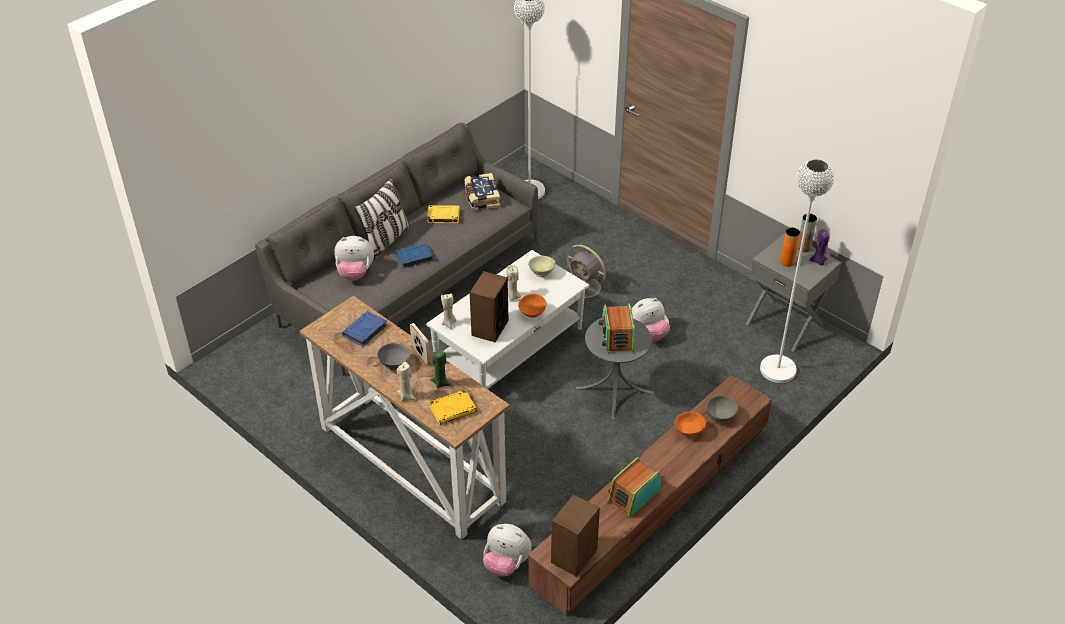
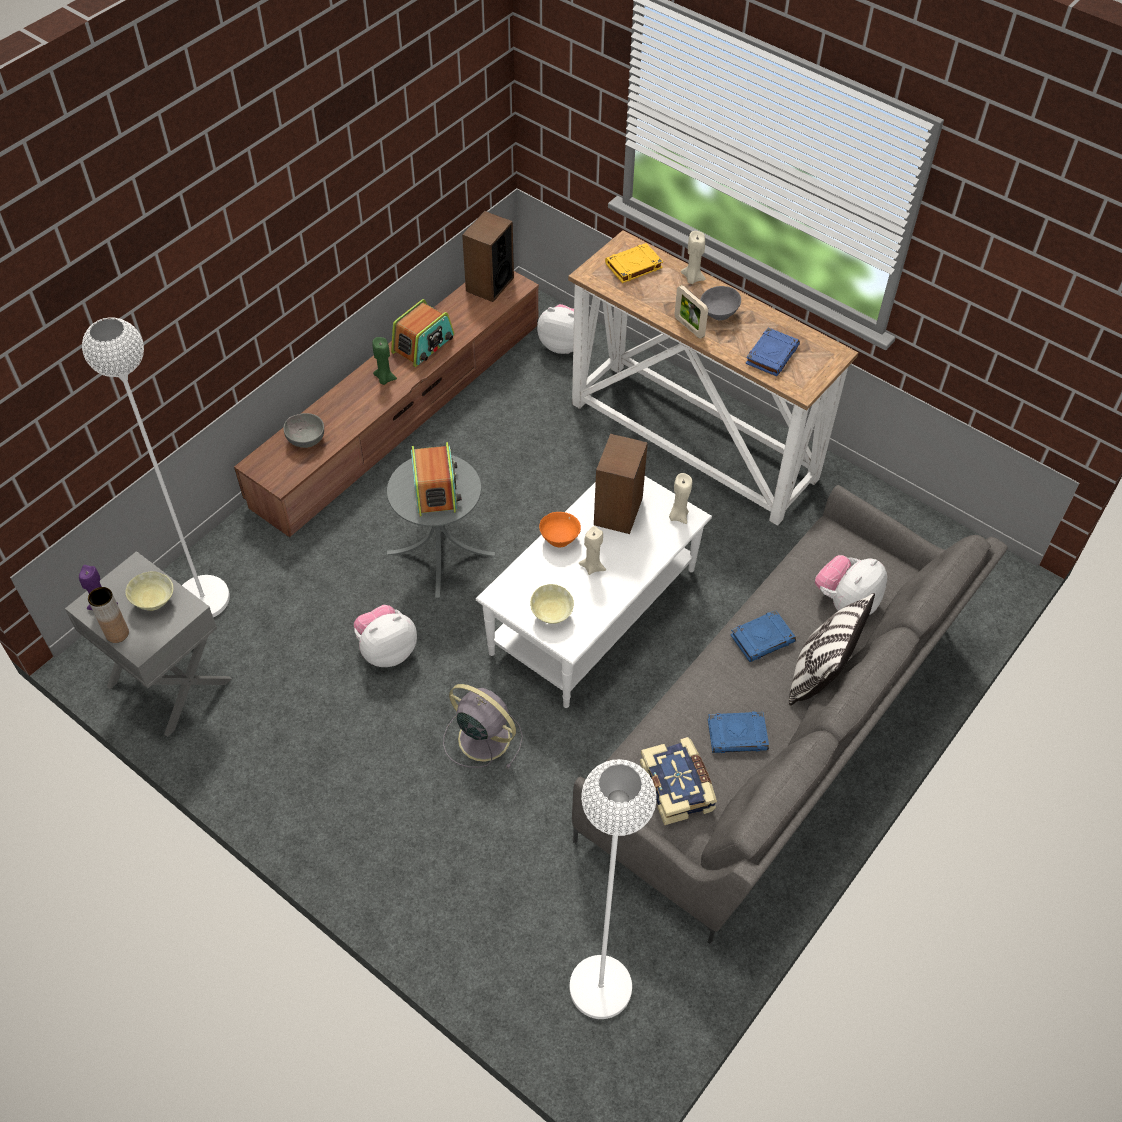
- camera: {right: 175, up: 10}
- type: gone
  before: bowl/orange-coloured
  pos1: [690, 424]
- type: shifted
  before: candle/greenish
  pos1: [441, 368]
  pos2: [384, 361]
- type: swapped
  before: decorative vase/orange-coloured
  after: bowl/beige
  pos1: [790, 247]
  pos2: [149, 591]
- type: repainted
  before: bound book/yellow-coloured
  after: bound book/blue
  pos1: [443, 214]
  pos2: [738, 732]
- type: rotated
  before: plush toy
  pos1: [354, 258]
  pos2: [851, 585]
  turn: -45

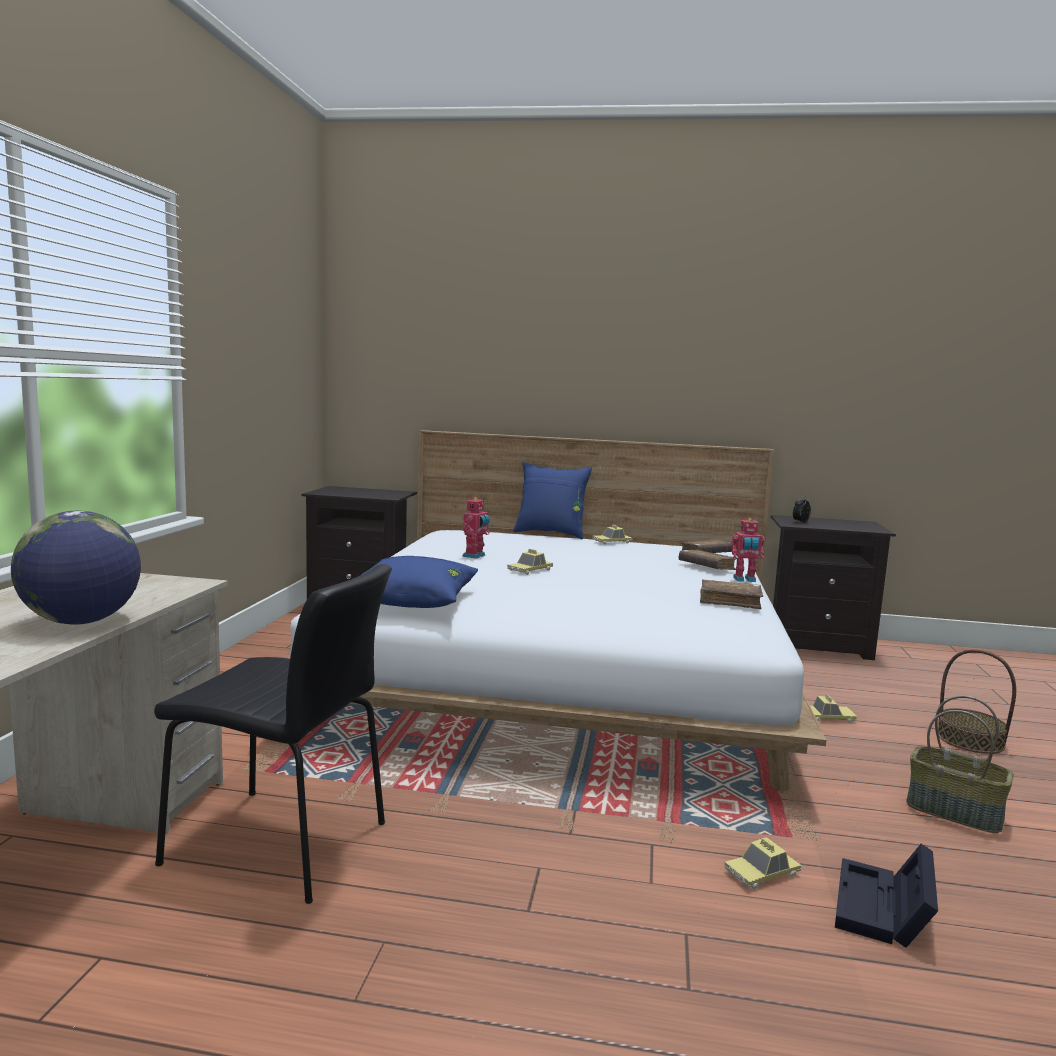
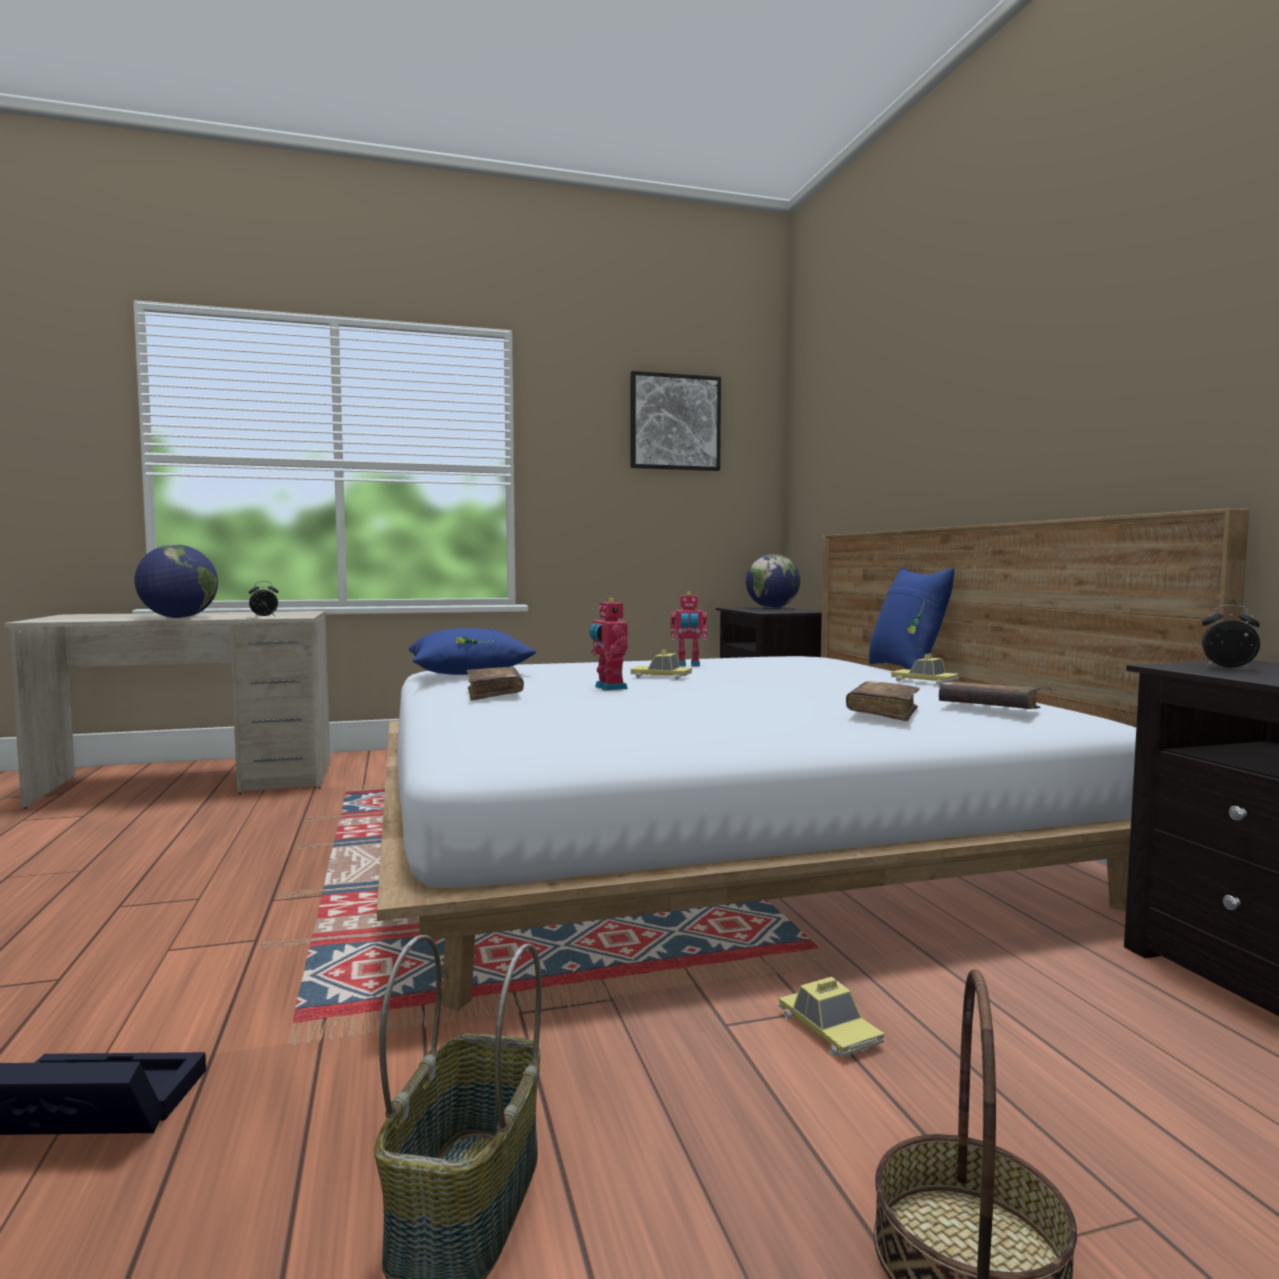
- camera: {right: 65, up: -5}
- type: gone
  before: upright chair/black-coloured
  pos1: [273, 734]
- type: gone
  before: toy car
  pos1: [763, 863]
- type: new
  after: bedside clock
  pos2: [263, 599]
- type: new
  after: wall art
  pos2: [676, 421]
- type: new
  after: desk globe
  pos2: [773, 581]
- type: shifted
  before: bound book/brown
  pos1: [731, 594]
  pos2: [495, 684]
- type: shifted
  before: robot figure
  pos1: [748, 550]
  pos2: [609, 644]

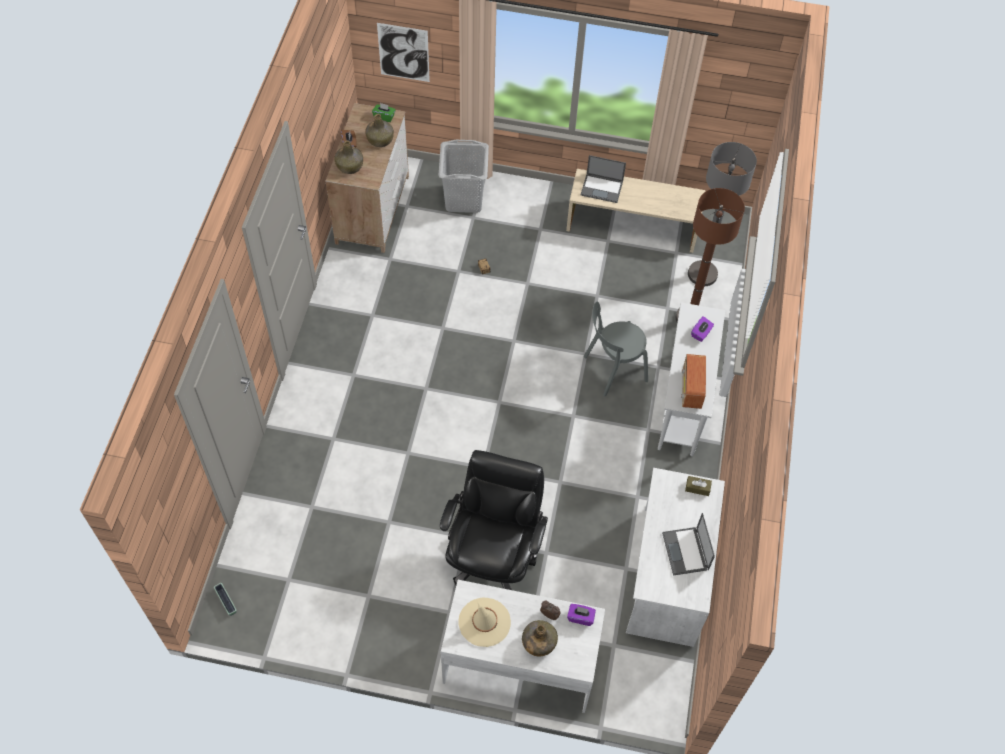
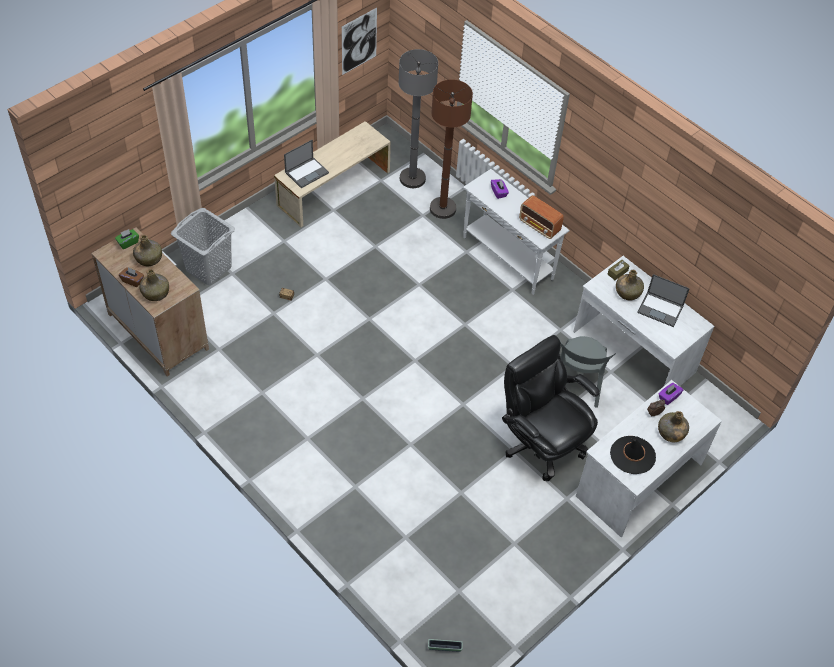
- camera: {right: -55, up: -5}
- type: new
  after: bottle/greenish
  pos2: [630, 285]
- type: shifted
  before: wall art
  pos1: [403, 52]
  pos2: [359, 41]
- type: shifted
  before: upright chair/grey
  pos1: [616, 349]
  pos2: [588, 372]
- type: repainted
  before: hat/beige
  after: hat/black-coloured
  pos1: [484, 622]
  pos2: [633, 455]

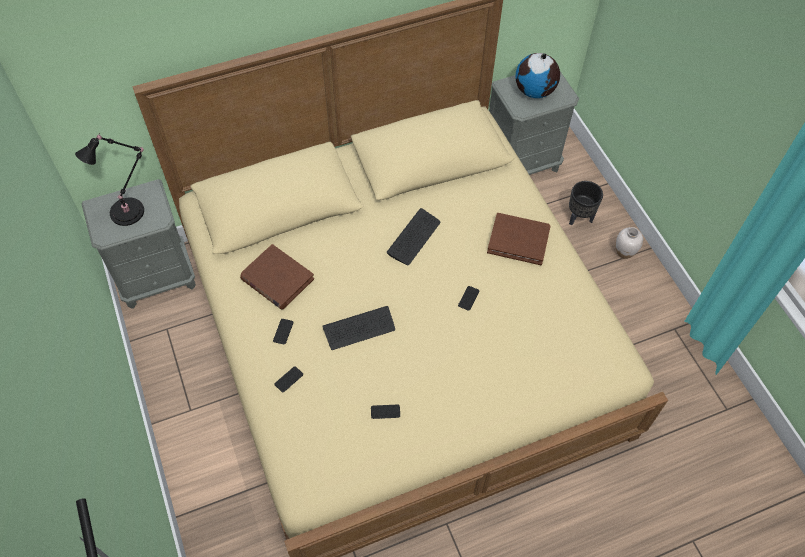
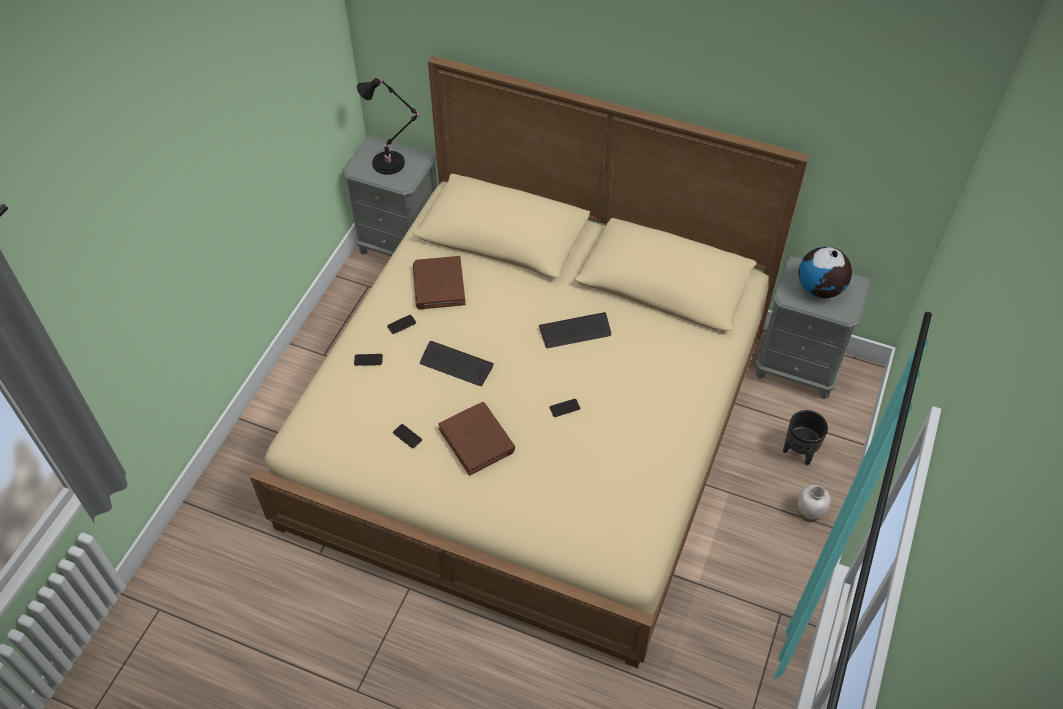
- camera: {right: 45, up: -5}
- type: shifted
  before: bound book/brown
  pos1: [519, 239]
  pos2: [476, 438]

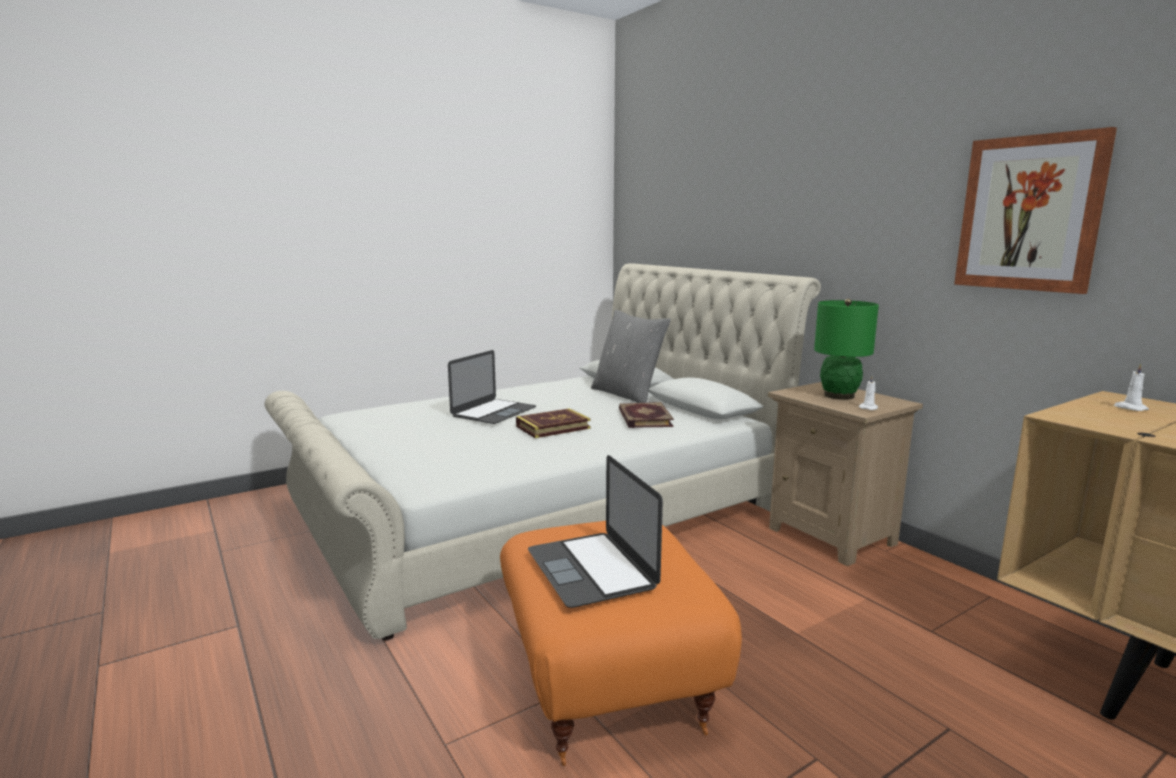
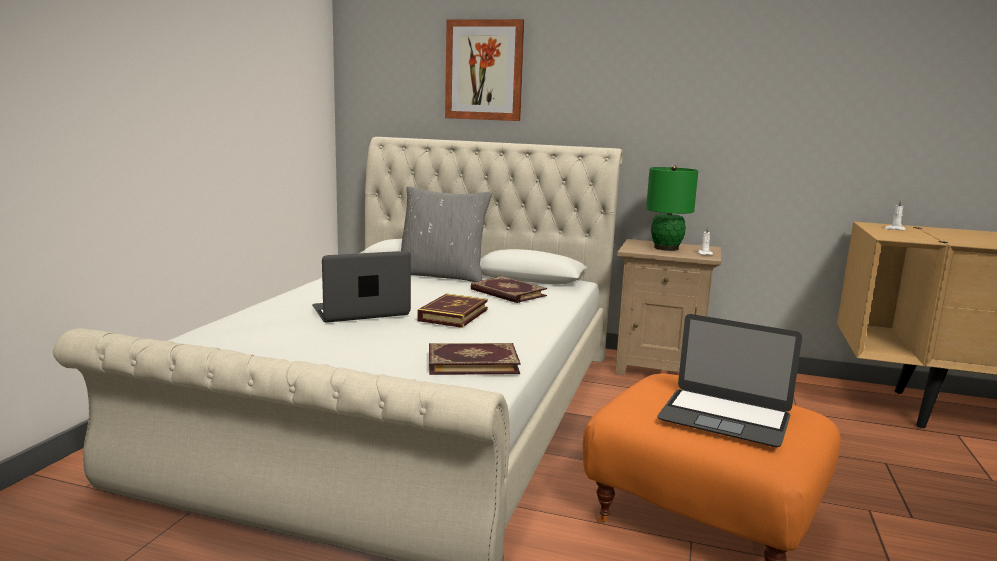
- camera: {right: -40, up: 0}
- type: new
  after: bound book
  pos2: [475, 359]
- type: shifted
  before: wall art
  pos1: [1035, 210]
  pos2: [484, 70]
- type: rotated
  before: portable computer
  pos1: [492, 387]
  pos2: [361, 287]
  turn: -105

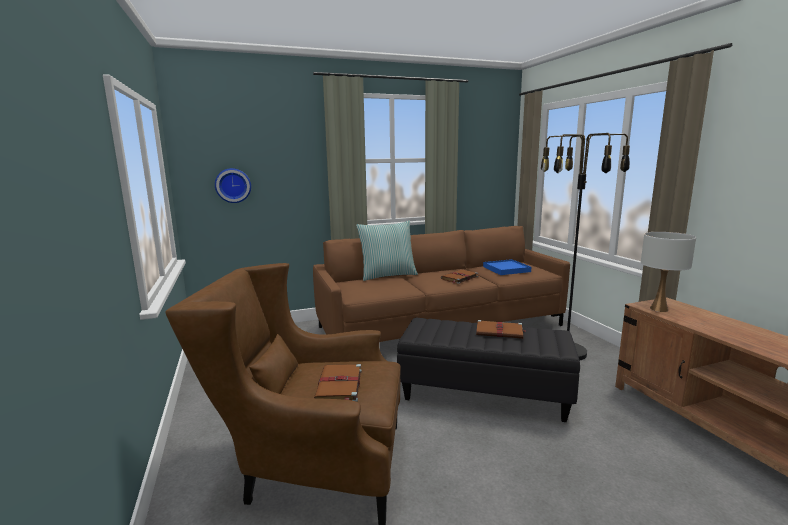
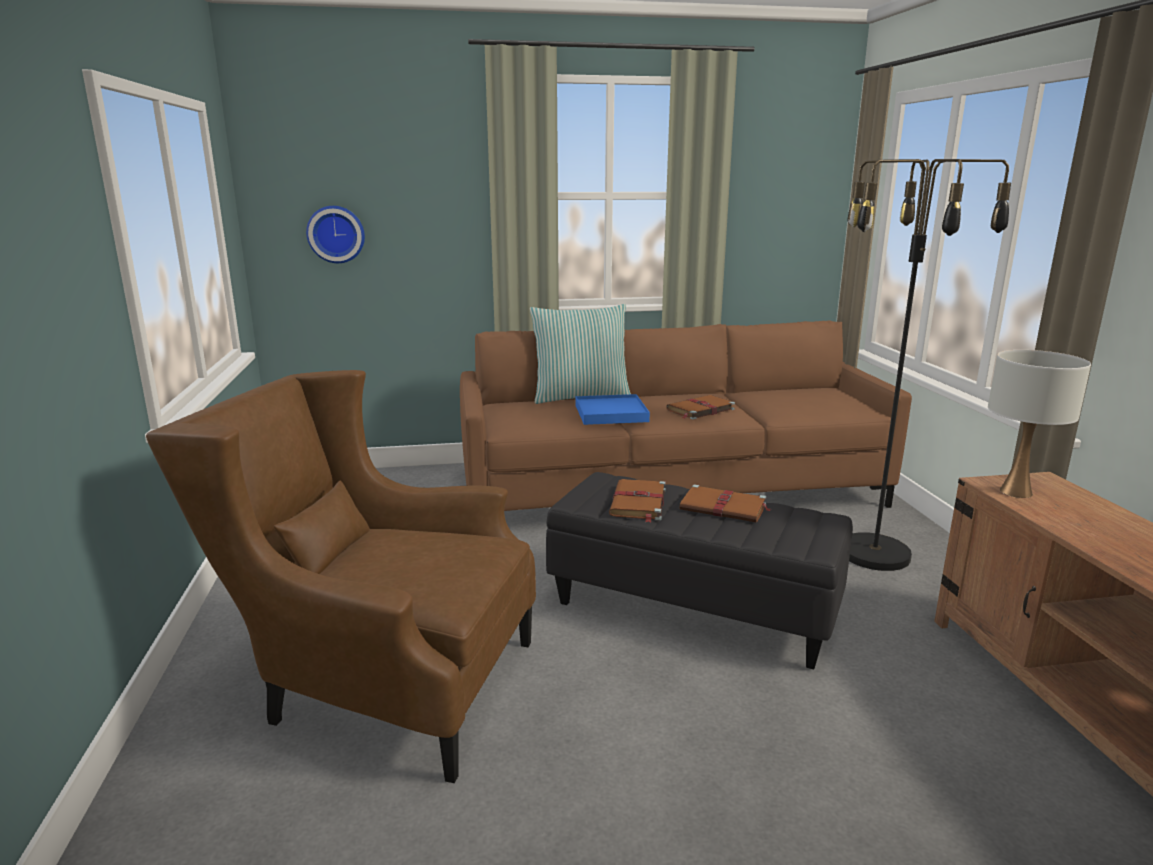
- camera: {right: 10, up: 5}
- type: shifted
  before: bound book/brown
  pos1: [338, 383]
  pos2: [637, 501]
- type: shifted
  before: tray/blue
  pos1: [507, 267]
  pos2: [612, 409]

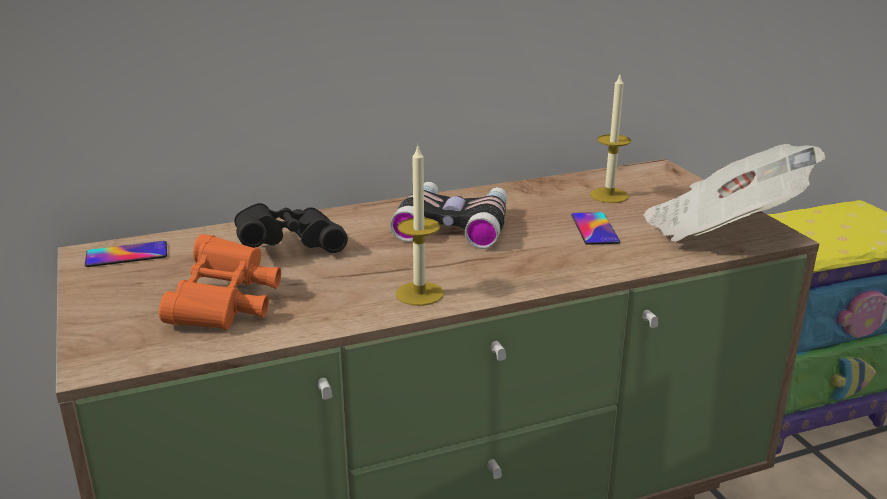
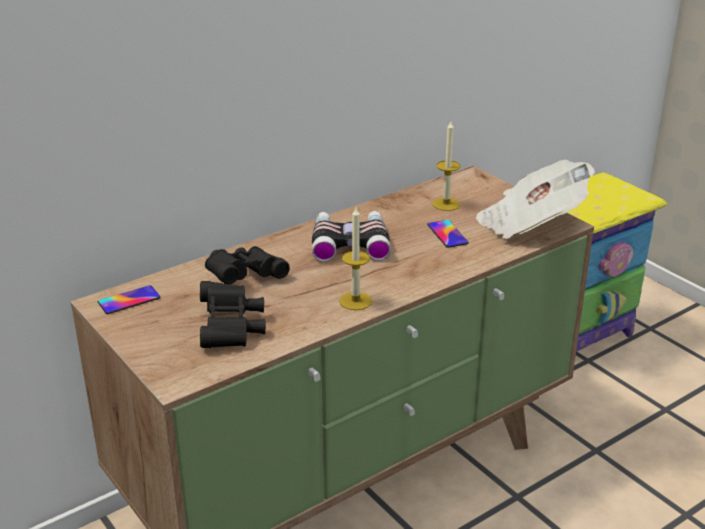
- camera: {right: -15, up: 5}
- type: repainted
  before: field glasses/orange-coloured
  after: field glasses/black-coloured
  pos1: [220, 282]
  pos2: [233, 314]

